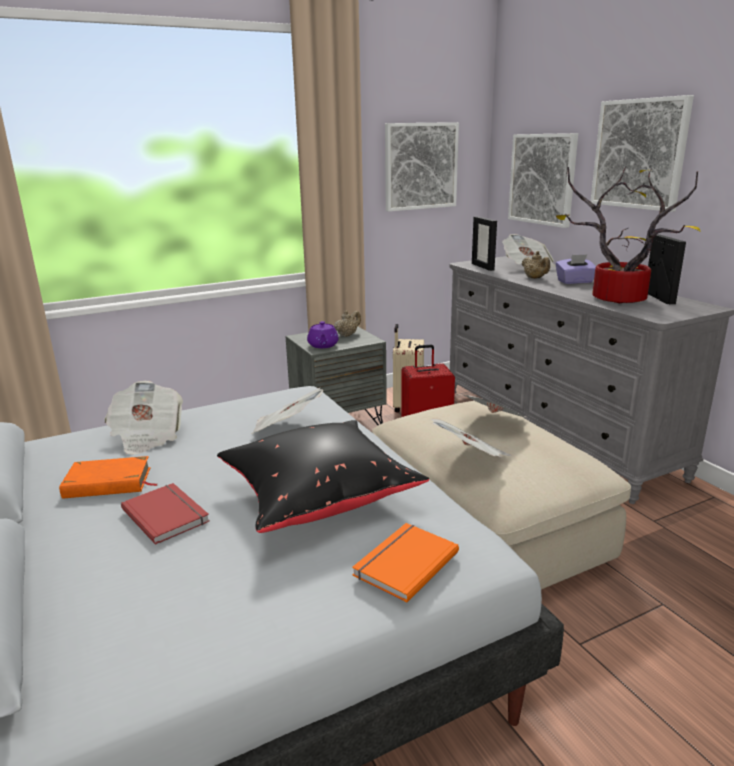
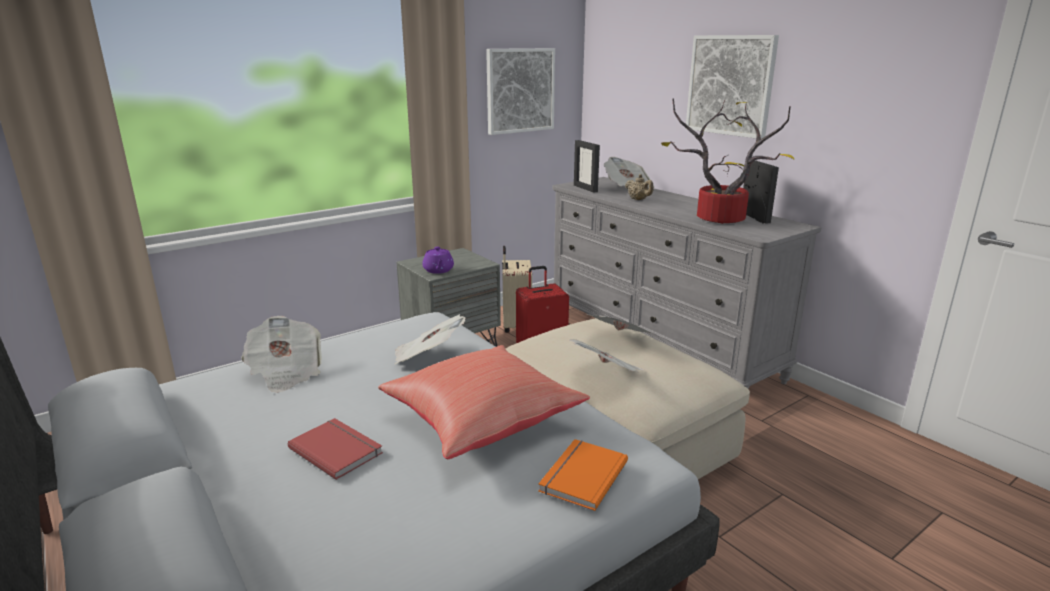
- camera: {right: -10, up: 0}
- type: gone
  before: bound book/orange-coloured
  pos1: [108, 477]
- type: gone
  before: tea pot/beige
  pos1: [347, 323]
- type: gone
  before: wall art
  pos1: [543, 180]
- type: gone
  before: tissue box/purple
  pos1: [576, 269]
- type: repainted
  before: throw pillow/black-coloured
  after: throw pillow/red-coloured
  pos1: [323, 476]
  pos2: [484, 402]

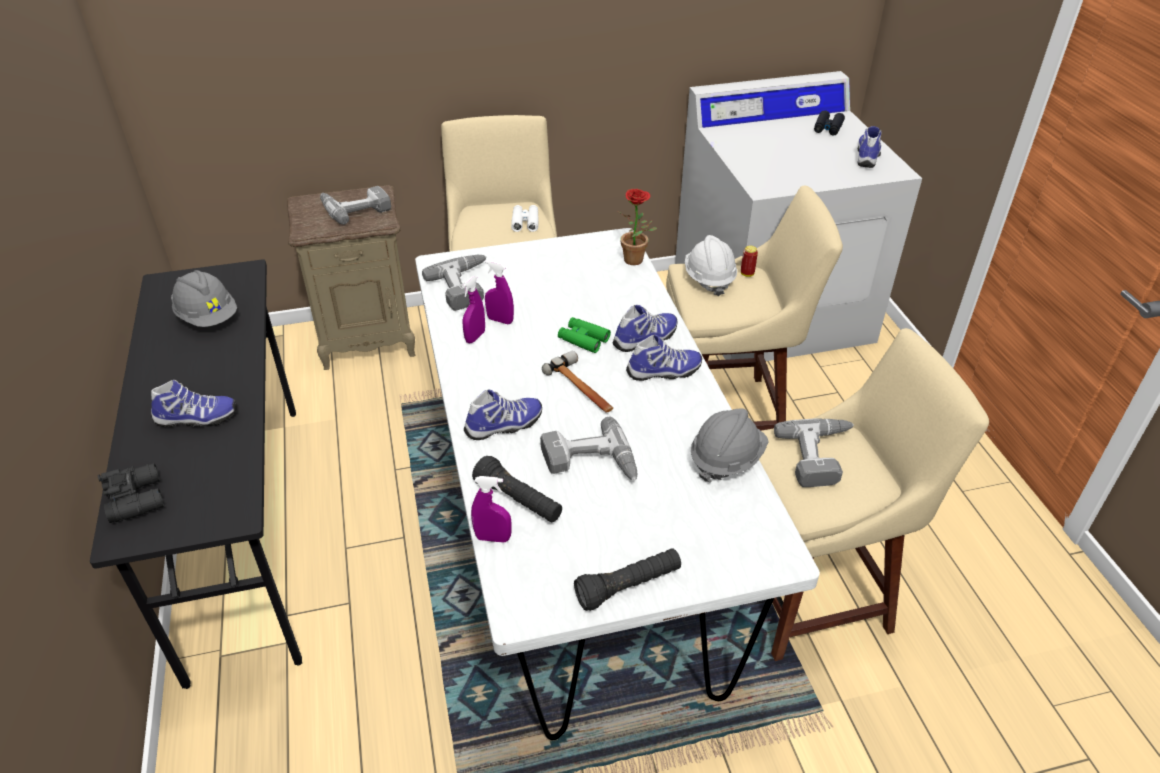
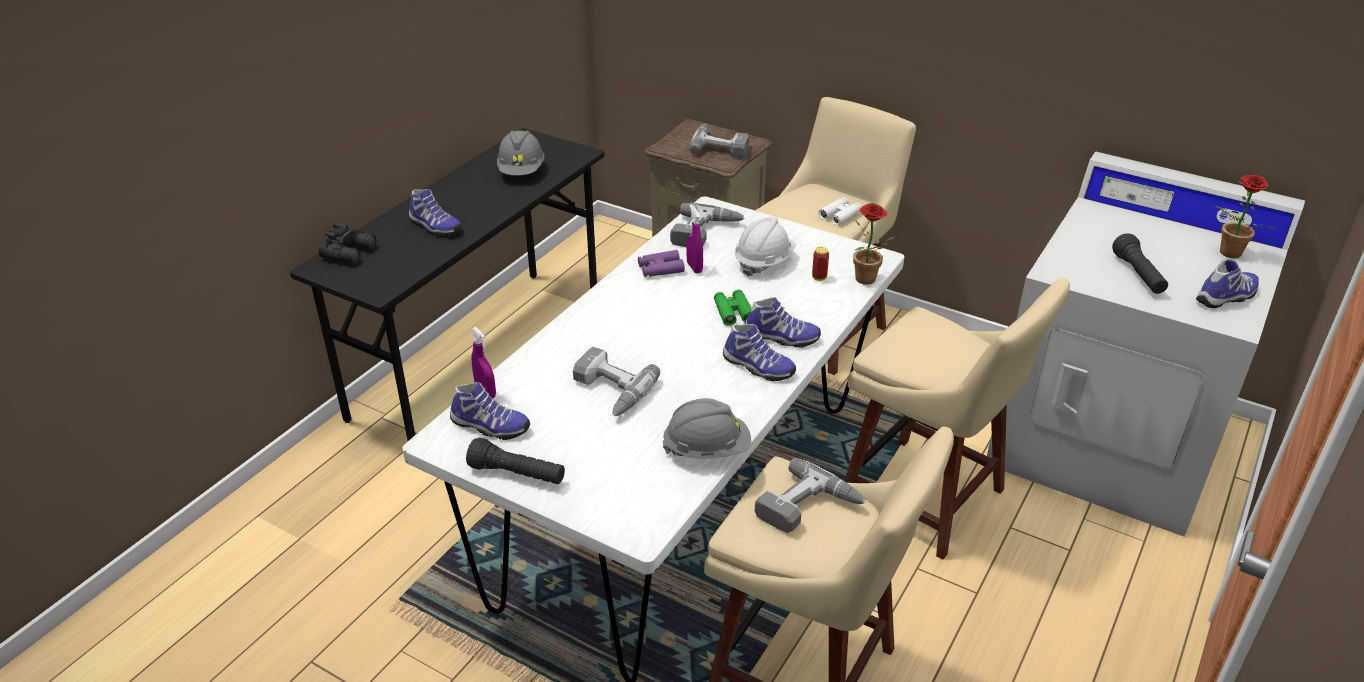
- camera: {right: 45, up: -5}
- type: gone
  before: hand hammer
  pos1: [577, 382]
- type: shifted
  before: item of footwear
  pos1: [503, 414]
  pos2: [490, 411]
- type: shifted
  before: torch/black-coloured
  pos1: [517, 489]
  pos2: [1140, 263]
- type: shifted
  before: work helmet/white-coloured
  pos1: [711, 265]
  pos2: [765, 247]
- type: shifted
  before: metal can
  pos1: [749, 261]
  pos2: [820, 264]
- type: swapped
  before: spray bottle/purple
  after: field glasses/purple
  pos1: [473, 309]
  pos2: [661, 263]
- type: swapped
  before: field glasses/black-coloured
  after: houseplant
  pos1: [829, 122]
  pos2: [1244, 216]

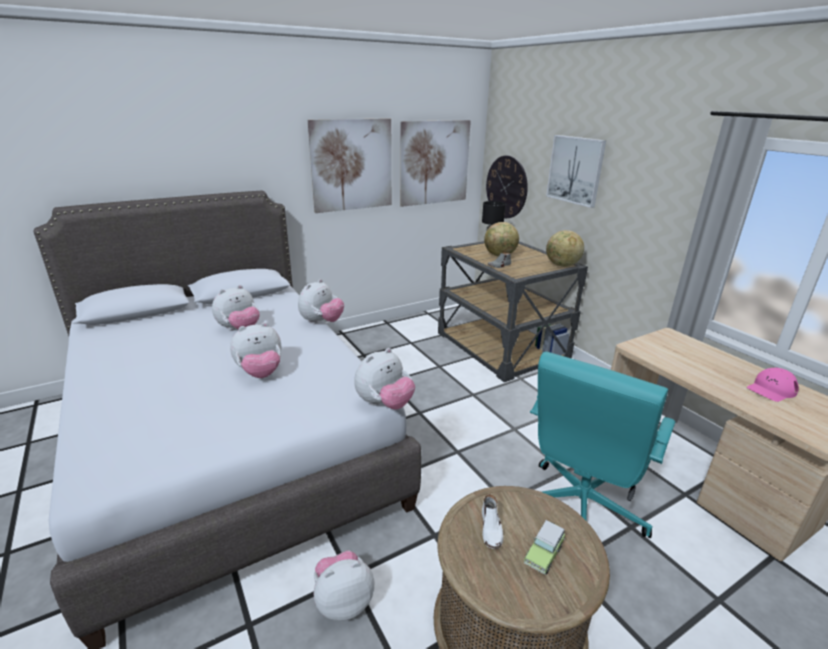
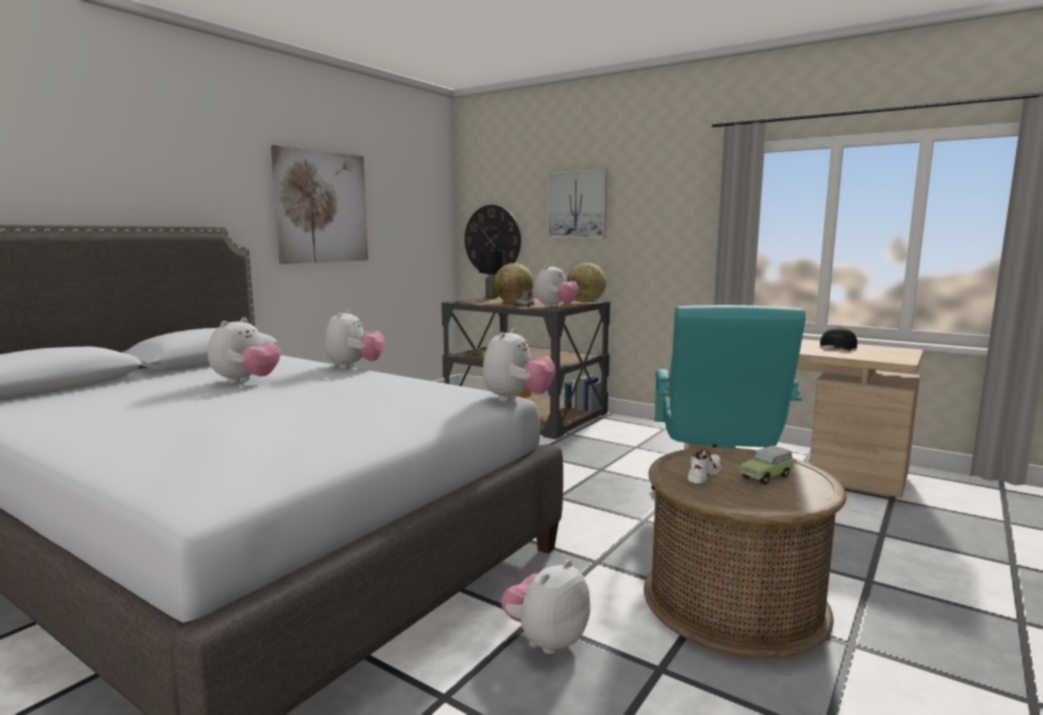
- camera: {right: -25, up: -15}
- type: gone
  before: wall art
  pos1: [435, 163]
- type: shifted
  before: plush toy
  pos1: [255, 350]
  pos2: [557, 286]
- type: repainted
  before: cap/pinkish
  after: cap/black-coloured
  pos1: [773, 385]
  pos2: [838, 339]
- type: rotated
  before: item of footwear/white-coloured
  pos1: [492, 521]
  pos2: [704, 466]
  turn: -120
- type: rotated
  before: toy car
  pos1: [544, 547]
  pos2: [766, 465]
  turn: 45

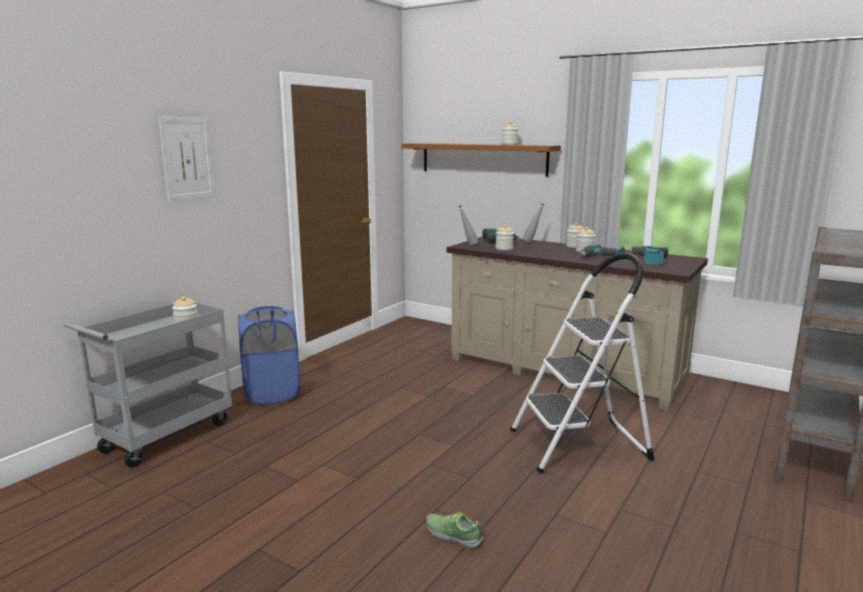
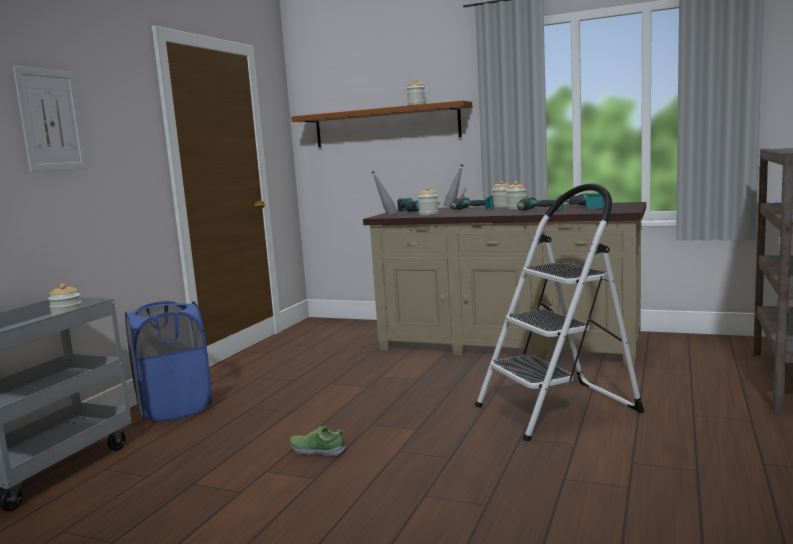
- camera: {right: -10, up: -5}
- type: new
  after: drill
  pos2: [471, 202]
- type: shifted
  before: item of footwear
  pos1: [454, 530]
  pos2: [318, 441]

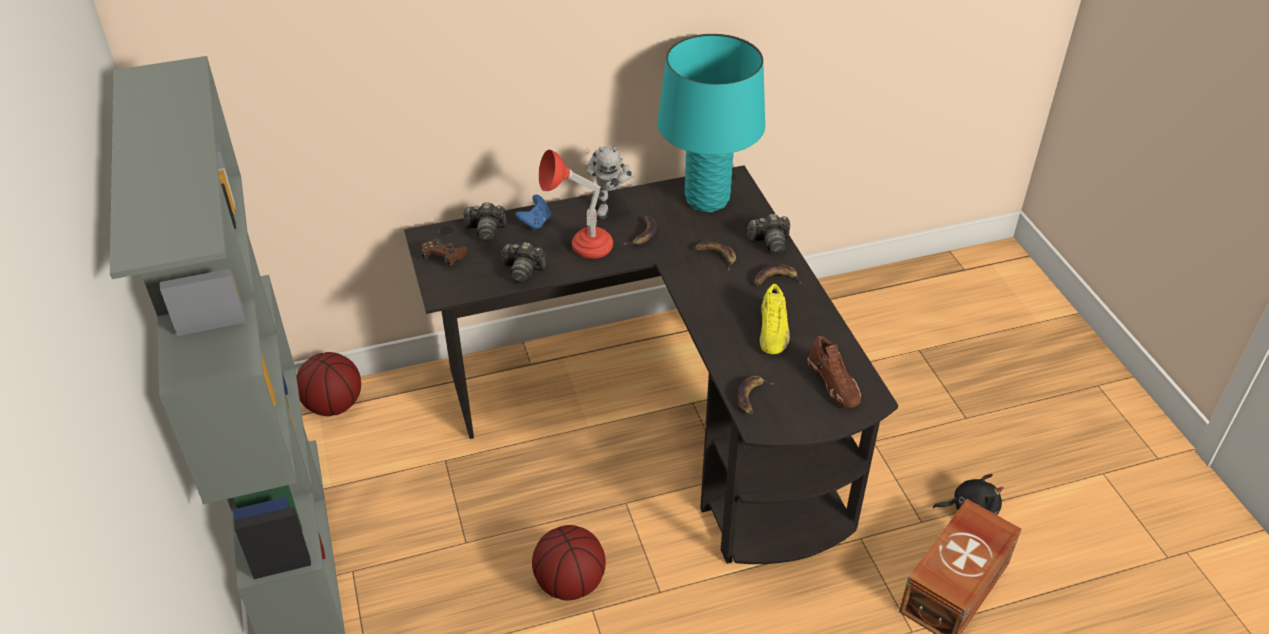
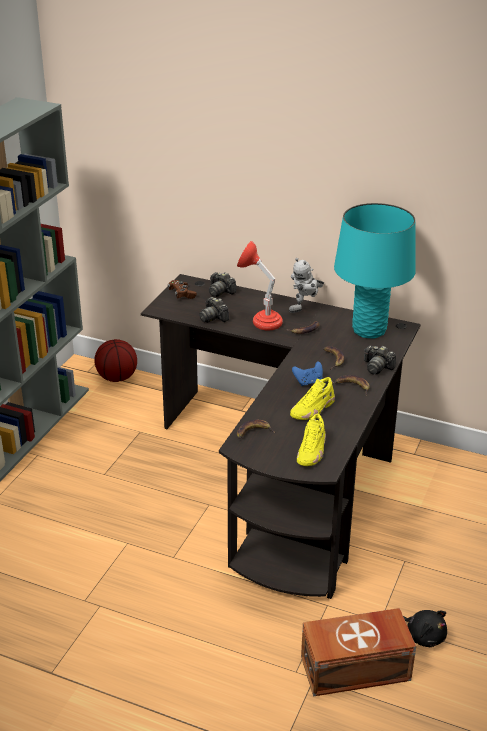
- camera: {right: 40, up: -10}
- type: gone
  before: basketball
  pos1: [569, 562]
- type: shifted
  before: joypad/blue
  pos1: [533, 213]
  pos2: [307, 373]
- type: repainted
  before: item of footwear/brown
  after: item of footwear/yellow-coloured
  pos1: [834, 372]
  pos2: [311, 439]

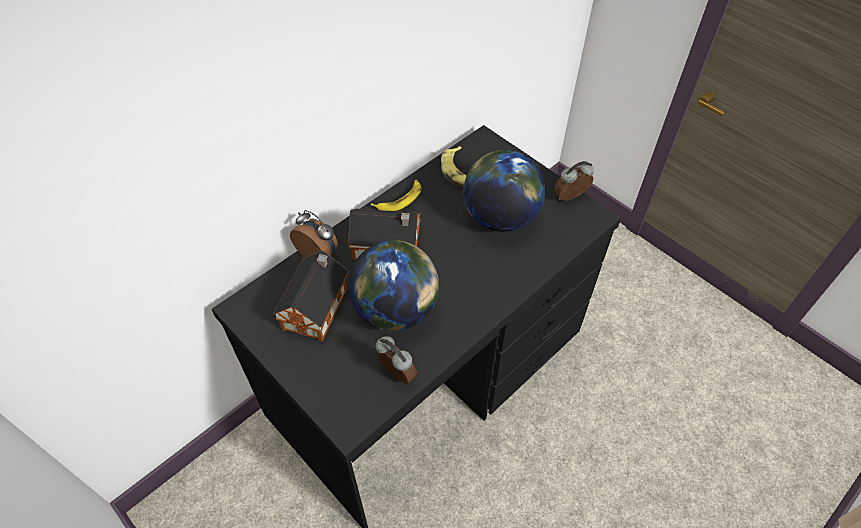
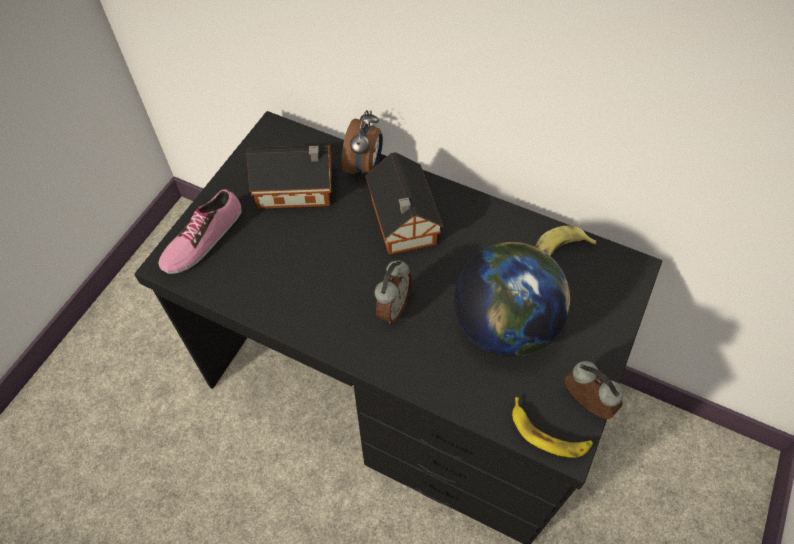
- camera: {right: 70, up: 5}
- type: gone
  before: desk globe
  pos1: [393, 285]
- type: new
  after: item of footwear
  pos2: [200, 231]
- type: shifted
  before: whole banana
  pos1: [396, 195]
  pos2: [552, 427]
- type: shifted
  before: bedside clock
  pos1: [396, 360]
  pos2: [393, 292]

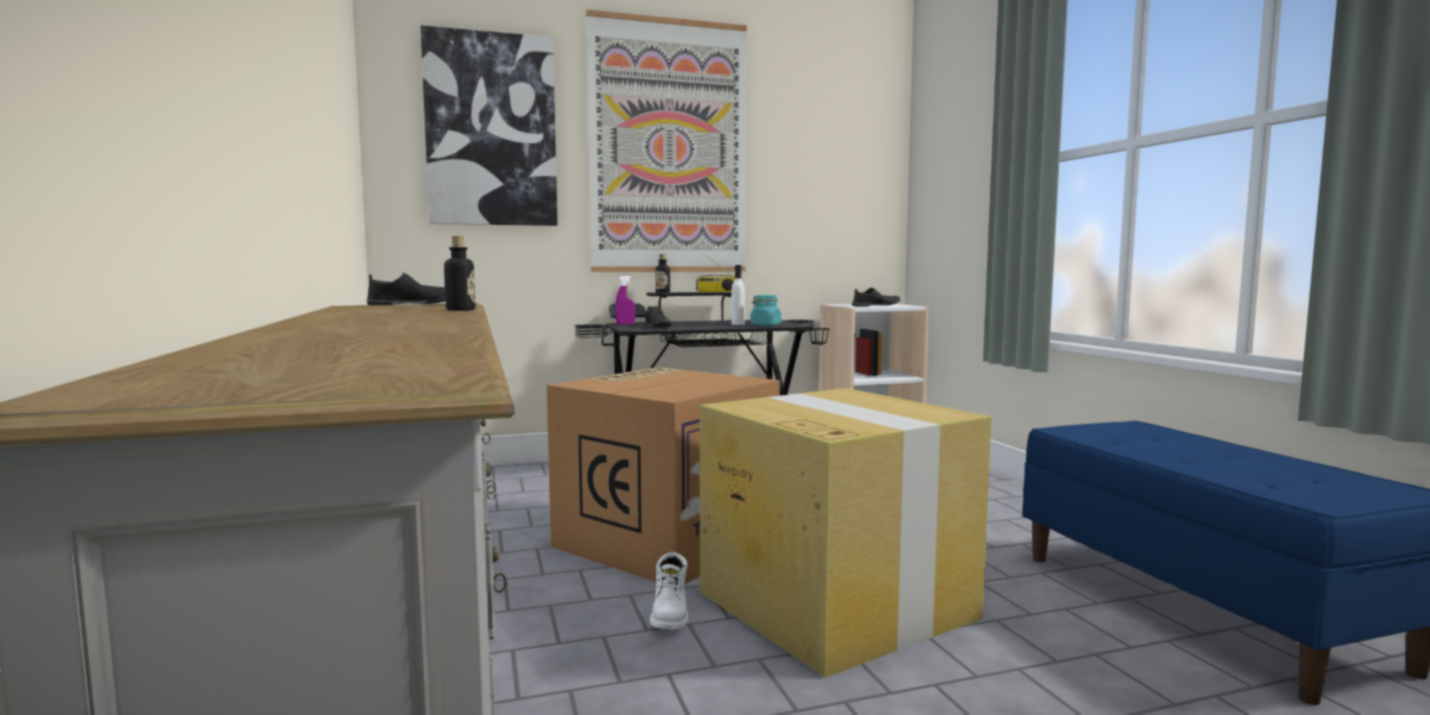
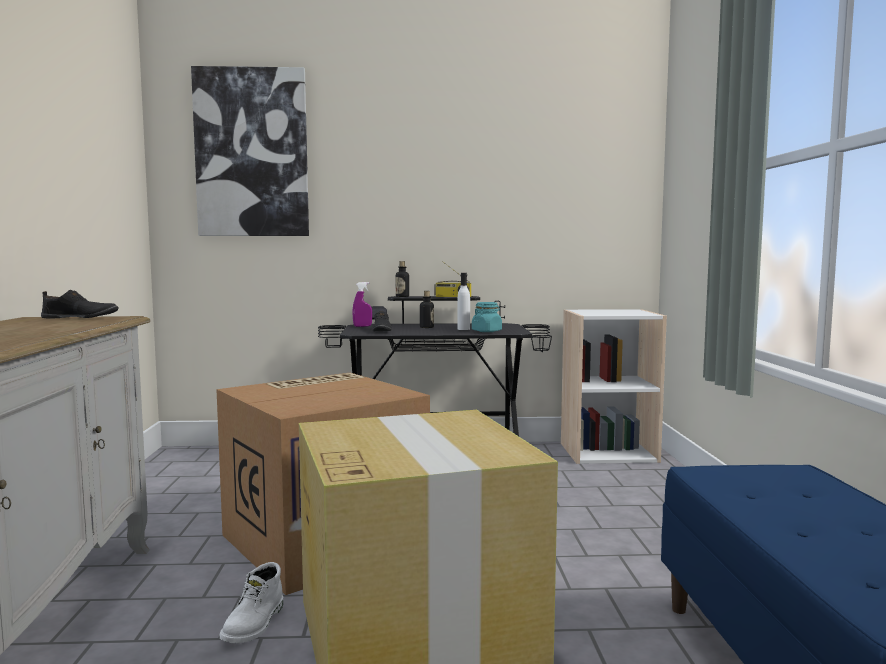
- camera: {right: 15, up: 0}
- type: gone
  before: wall art
  pos1: [666, 141]
- type: gone
  before: item of footwear/black-coloured
  pos1: [876, 297]
- type: shifted
  before: bottle
  pos1: [459, 273]
  pos2: [427, 309]

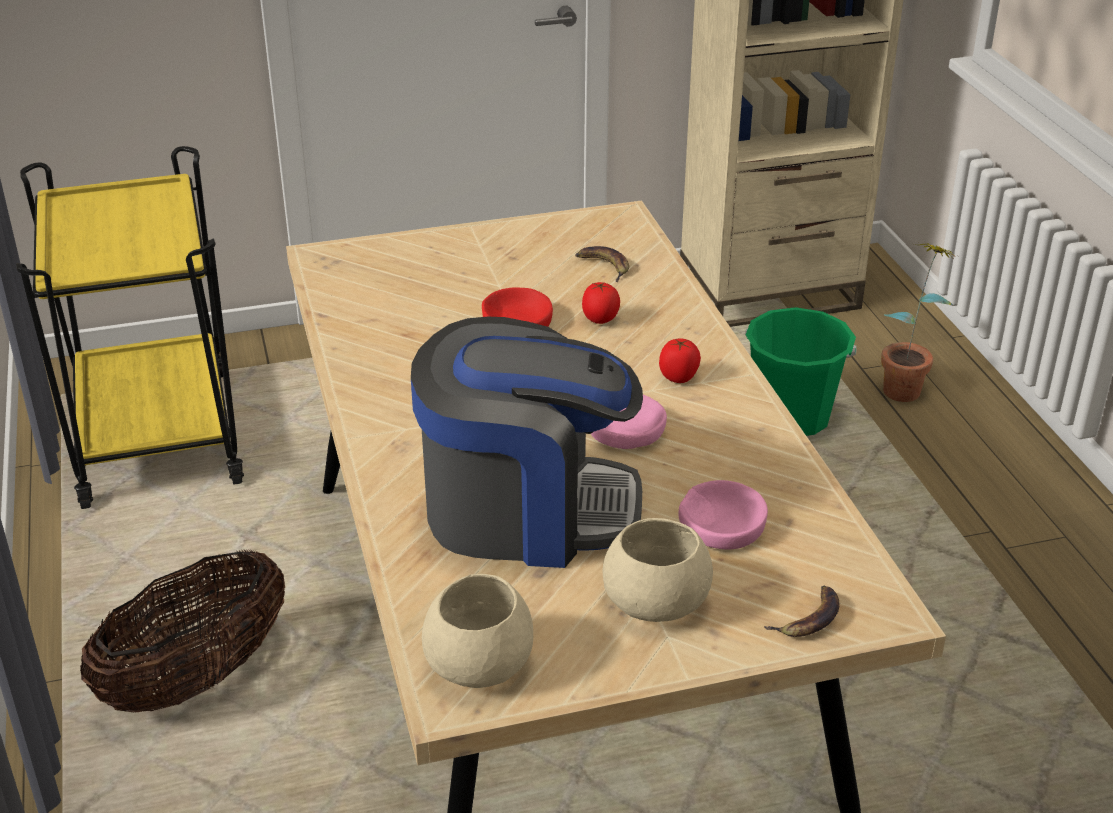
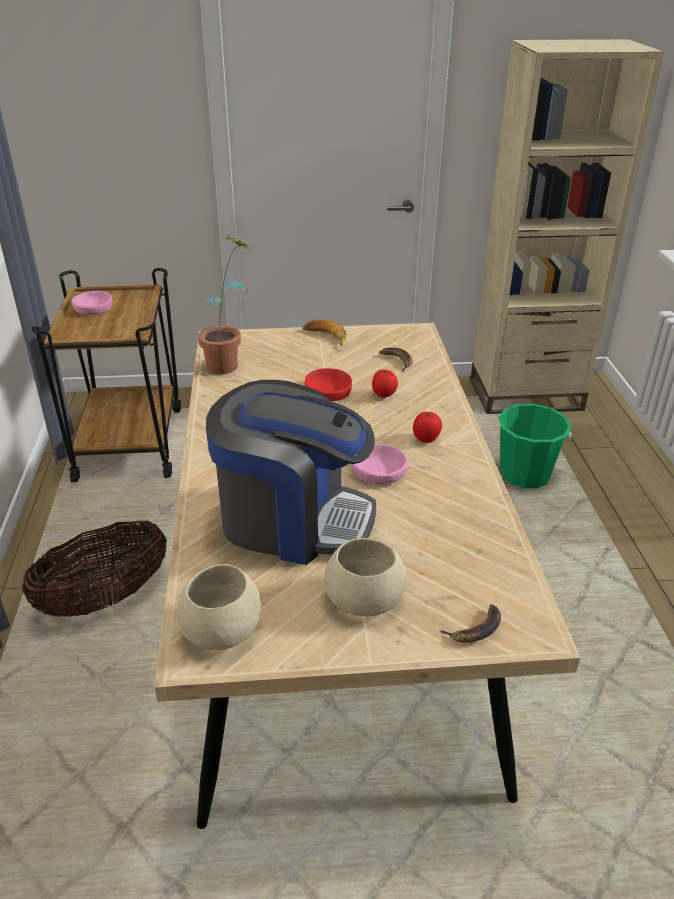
- camera: {right: 10, up: 0}
- type: new
  after: whole banana
  pos2: [324, 333]
- type: shifted
  before: bowl/pinkish
  pos1: [723, 515]
  pos2: [92, 303]
- type: shifted
  before: houseplant
  pos1: [918, 322]
  pos2: [225, 304]
- type: repainted
  before: trolley/yellow-coloured
  after: trolley/brown
  pos1: [130, 327]
  pos2: [106, 375]

